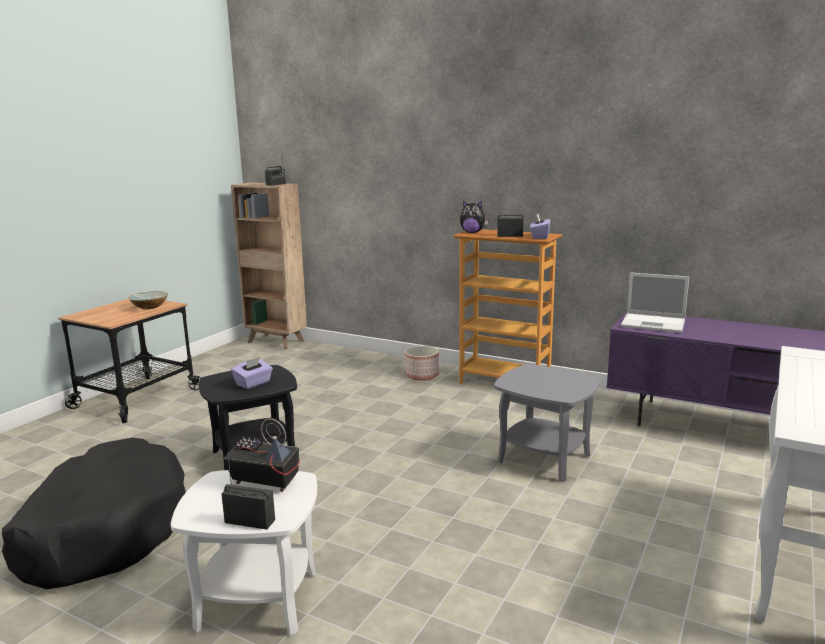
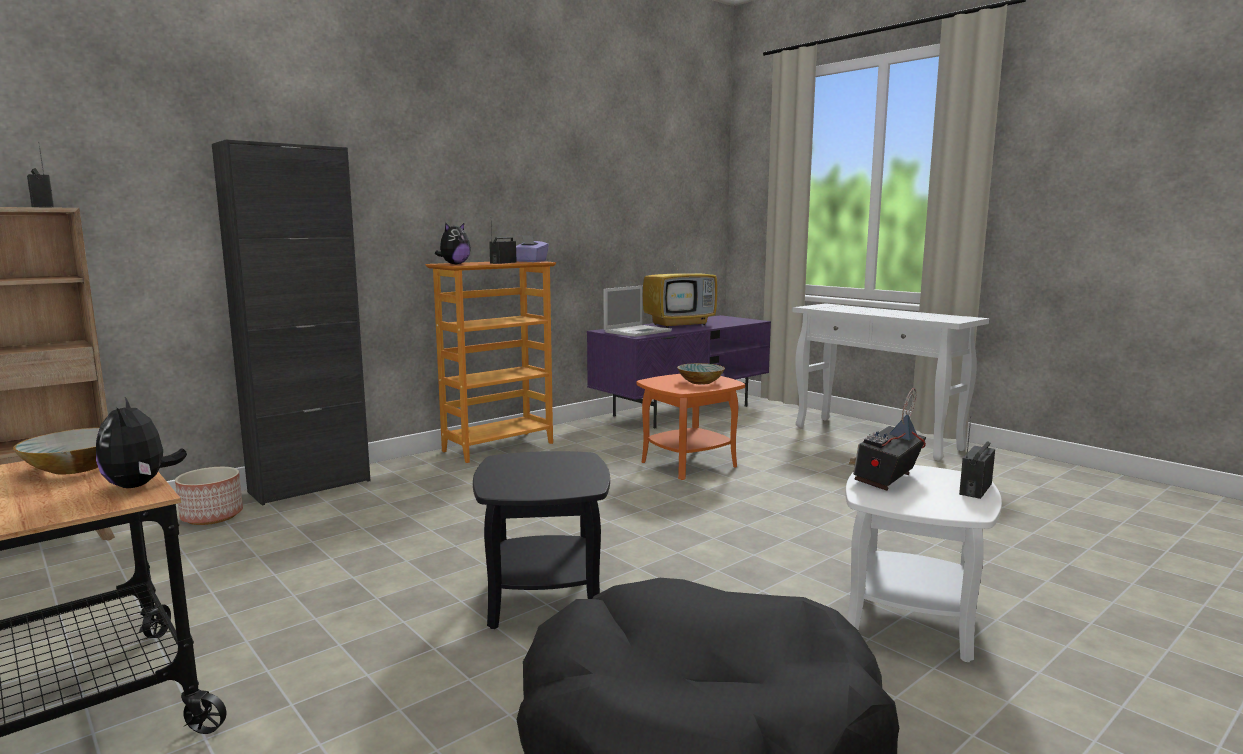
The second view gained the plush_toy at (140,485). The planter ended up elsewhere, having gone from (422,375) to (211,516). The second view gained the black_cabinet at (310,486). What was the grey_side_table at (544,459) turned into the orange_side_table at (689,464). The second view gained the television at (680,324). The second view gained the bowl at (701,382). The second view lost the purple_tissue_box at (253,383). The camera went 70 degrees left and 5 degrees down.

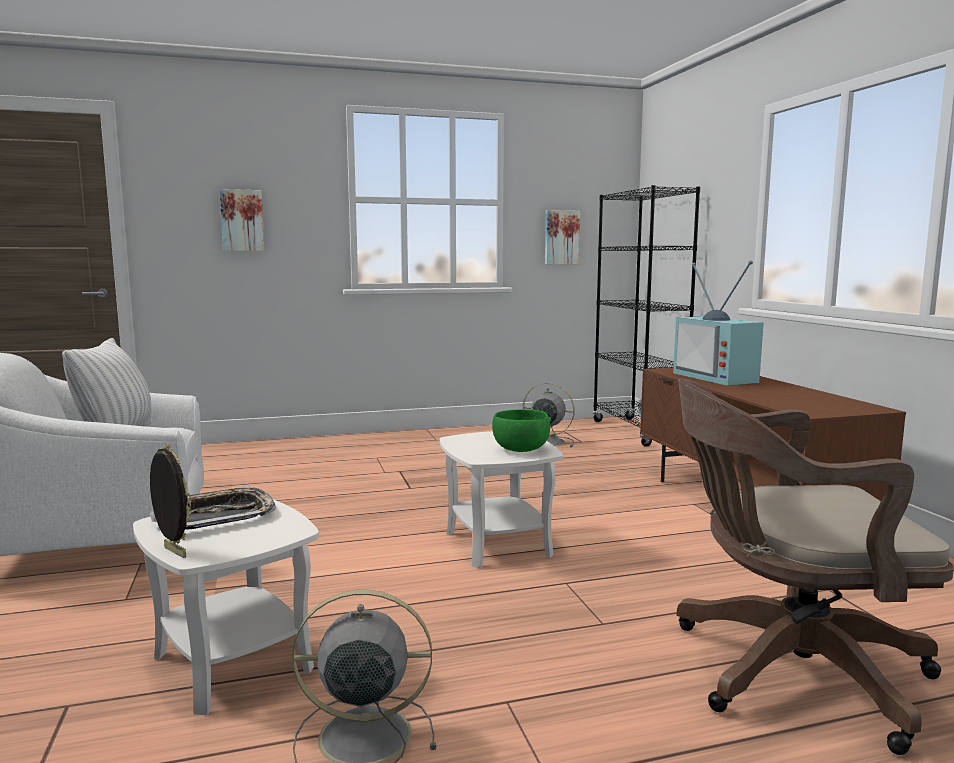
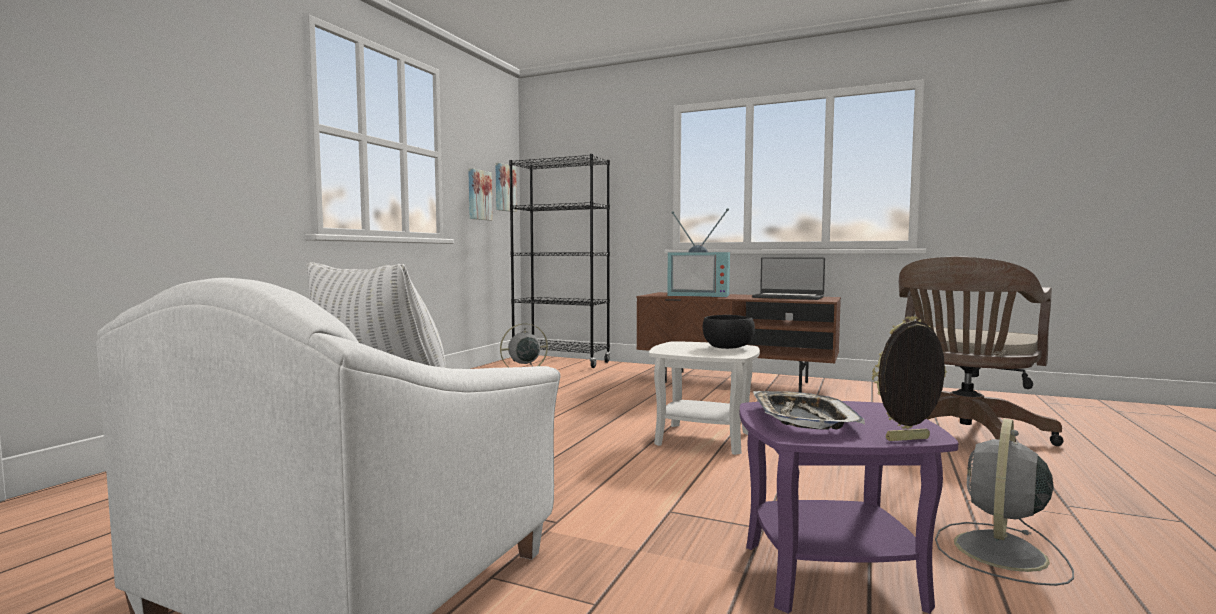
The picture ended up elsewhere, having gone from (242,220) to (504,188). What was the green_bowl at (521,450) turned into the black_bowl at (728,348). What was the white_side_table at (232,662) turned into the purple_side_table at (831,575). The second view gained the laptop at (788,297). The camera went 50 degrees left and 5 degrees down.

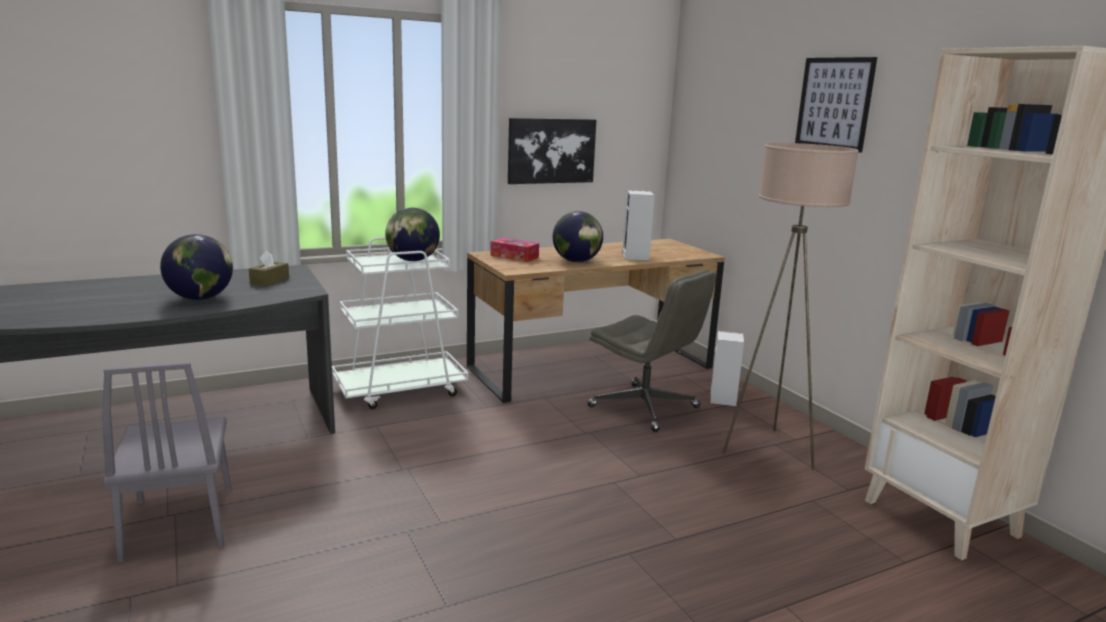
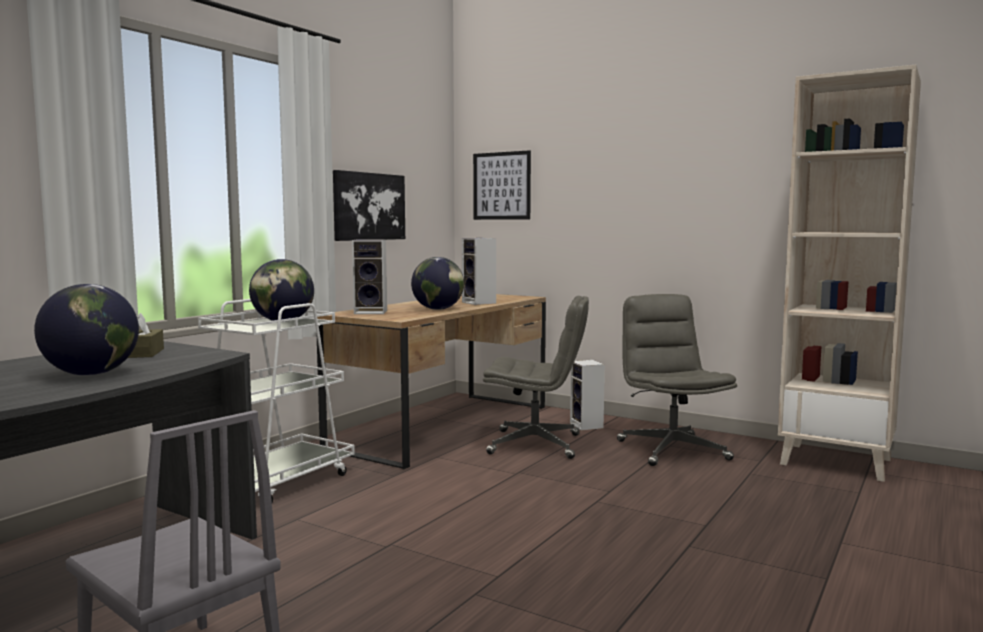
Where the tissue_box stood at (514,256), the speaker came to stand at (372,312). The picture ended up elsewhere, having gone from (834,103) to (501,186). Where the beige_floor_lamp stood at (769,449), the grey_office_chair came to stand at (671,450). The camera went 30 degrees left and 10 degrees down.

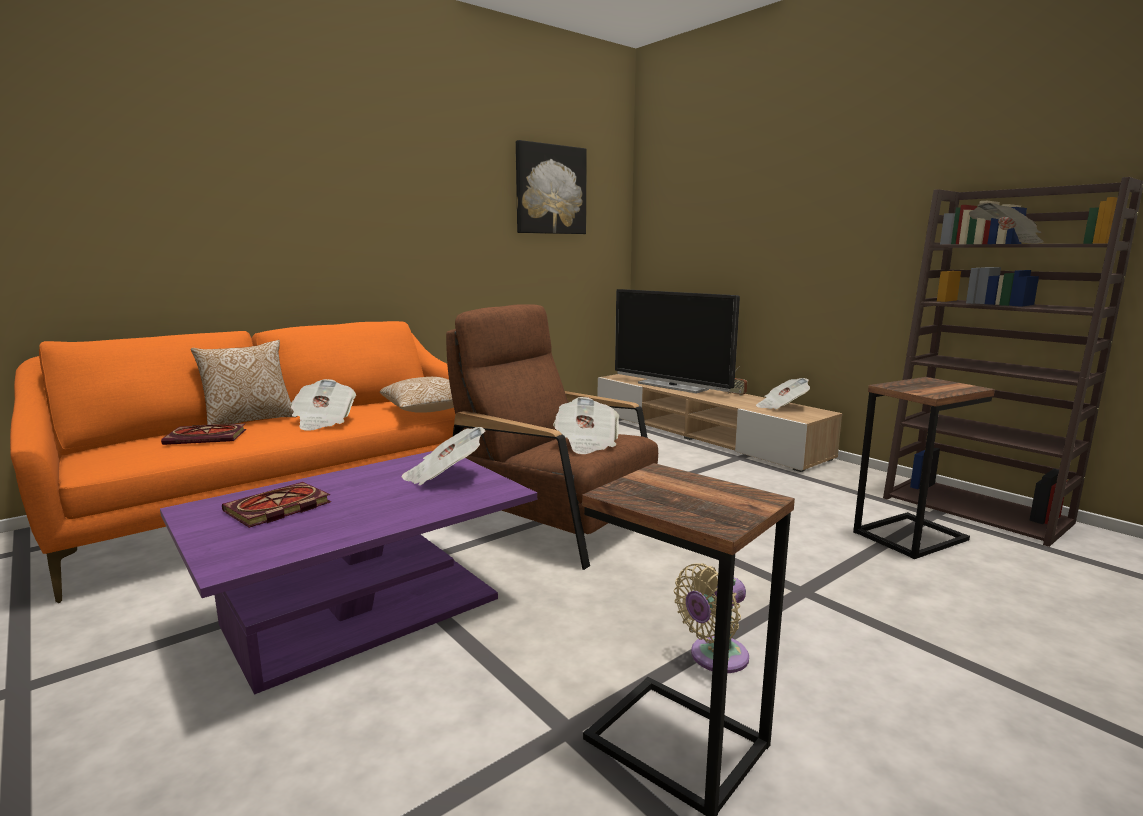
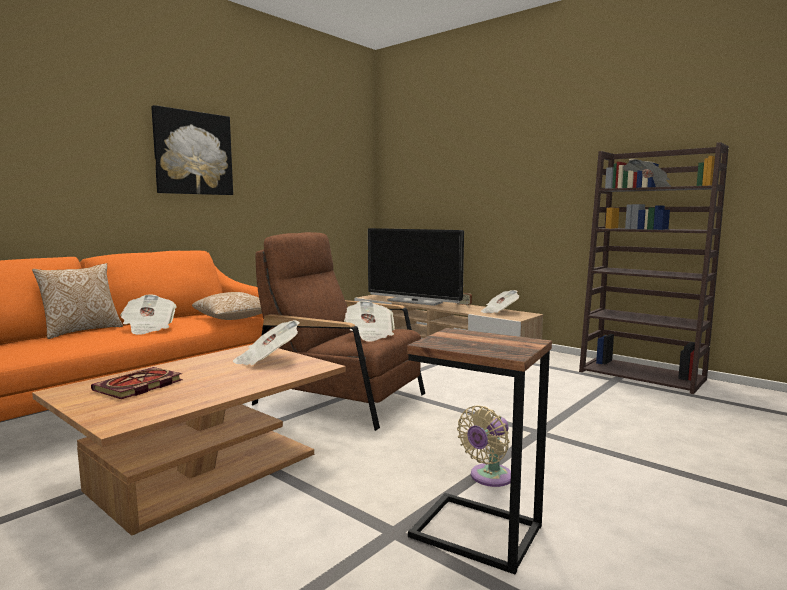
What was the purple_coffee_table at (364,611) turned into the brown_coffee_table at (206,471). The picture ended up elsewhere, having gone from (550,190) to (193,153). The second view lost the book at (208,437). The second view lost the side_table at (908,535). The camera went 10 degrees left and 5 degrees down.

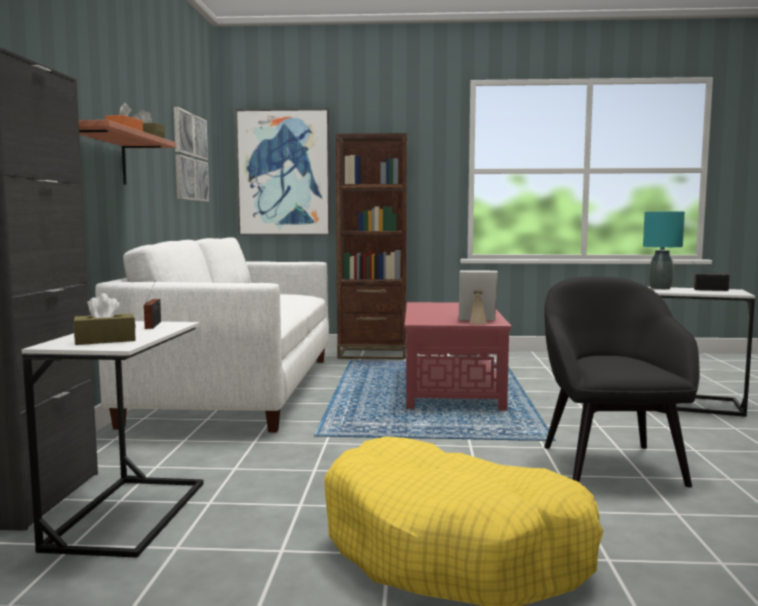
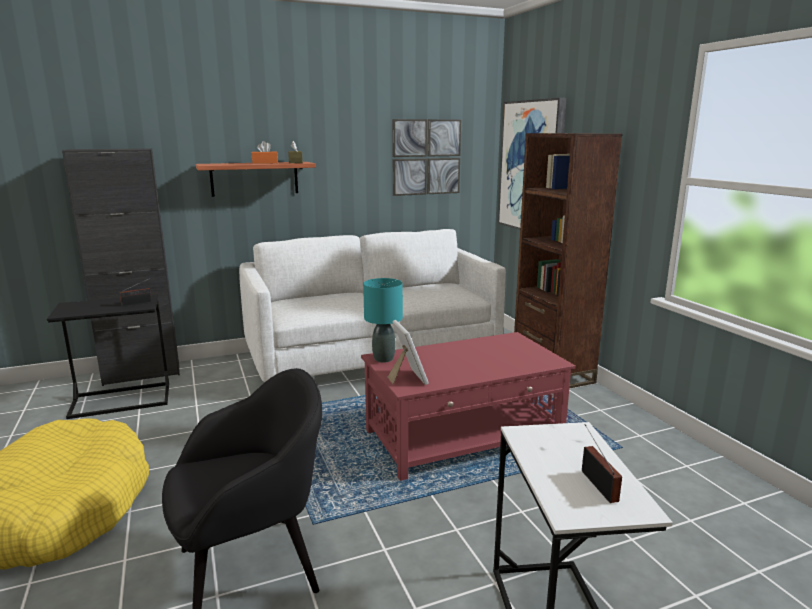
What was the white_side_table at (128,514) turned into the black_side_table at (121,400). The turquoise_table_lamp ended up elsewhere, having gone from (660,288) to (383,358). The second view lost the brown_tissue_box at (105,340). The camera went 65 degrees right and 10 degrees up.

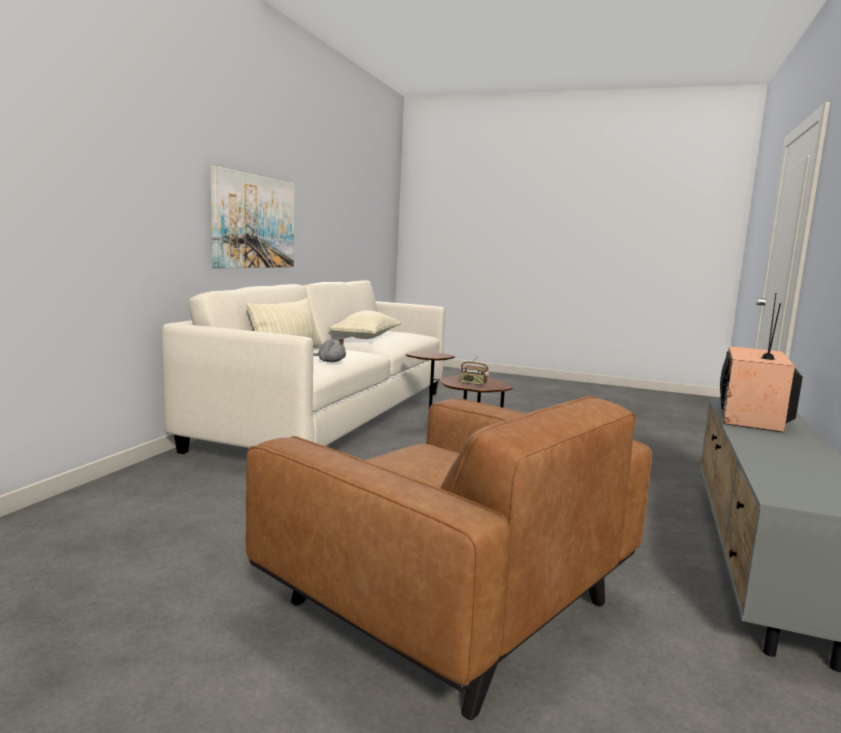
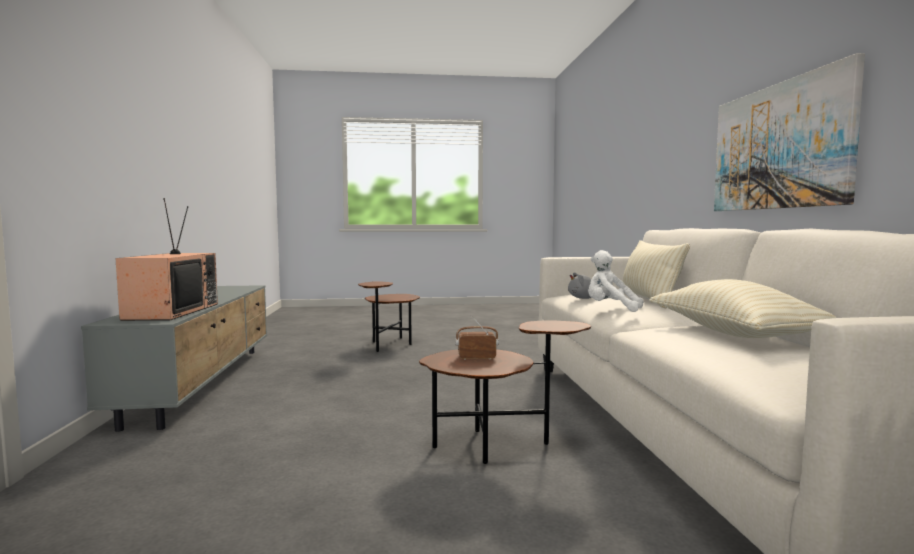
Where the brown_armchair stood at (449,602), the brown_side_table came to stand at (388,345). The second view gained the white_plush_toy at (610,309). The camera went 155 degrees right and 5 degrees down.

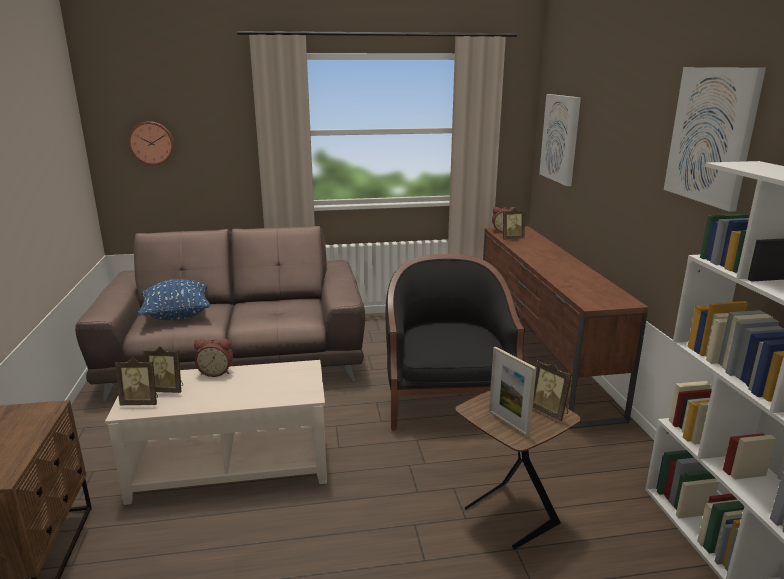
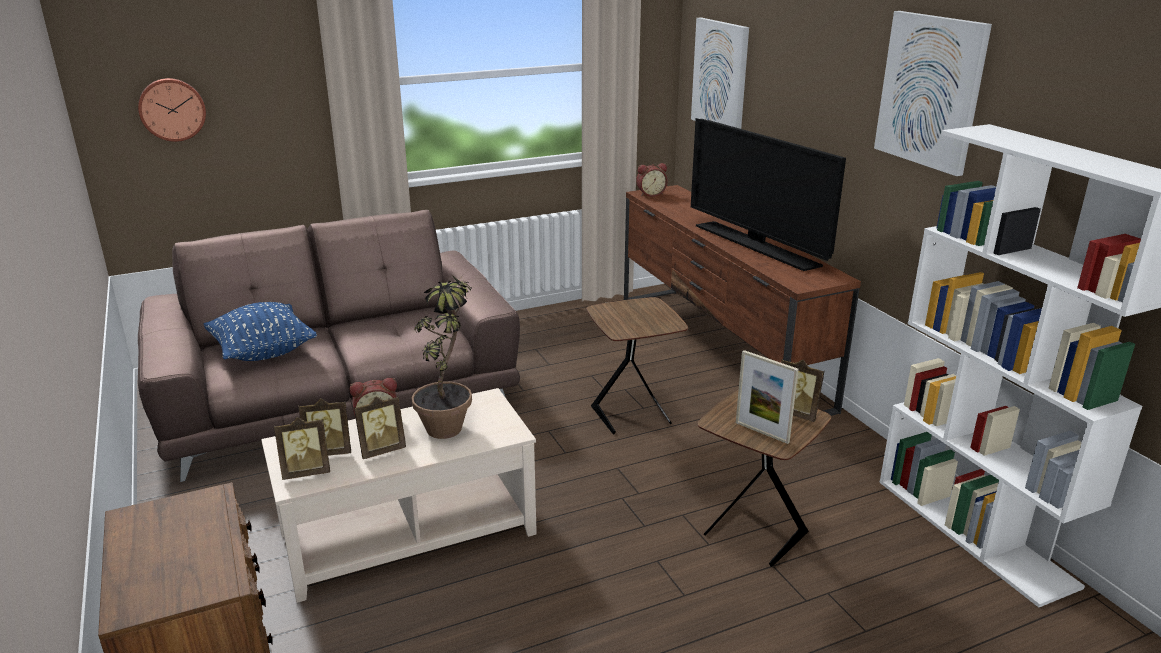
The picture_frame ended up elsewhere, having gone from (511,239) to (381,450). The second view gained the potted_plant at (450,422). Where the black_armchair stood at (448,400), the brown_side_table came to stand at (633,416). The second view gained the television at (757,246). The camera went 15 degrees left and 5 degrees up.

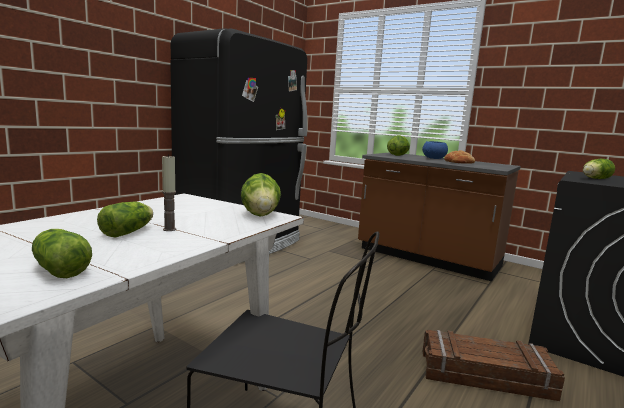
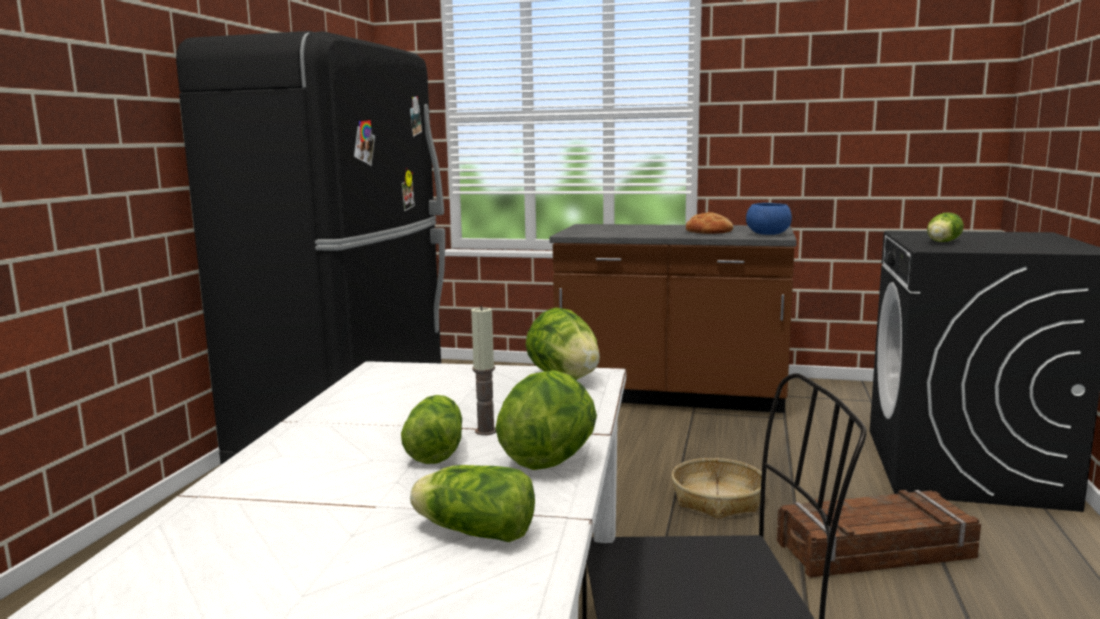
The lettuce ended up elsewhere, having gone from (398,155) to (549,460). The second view gained the basket at (718,499). The blue_bowl ended up elsewhere, having gone from (434,158) to (768,234). The camera went 20 degrees left and 0 degrees up.

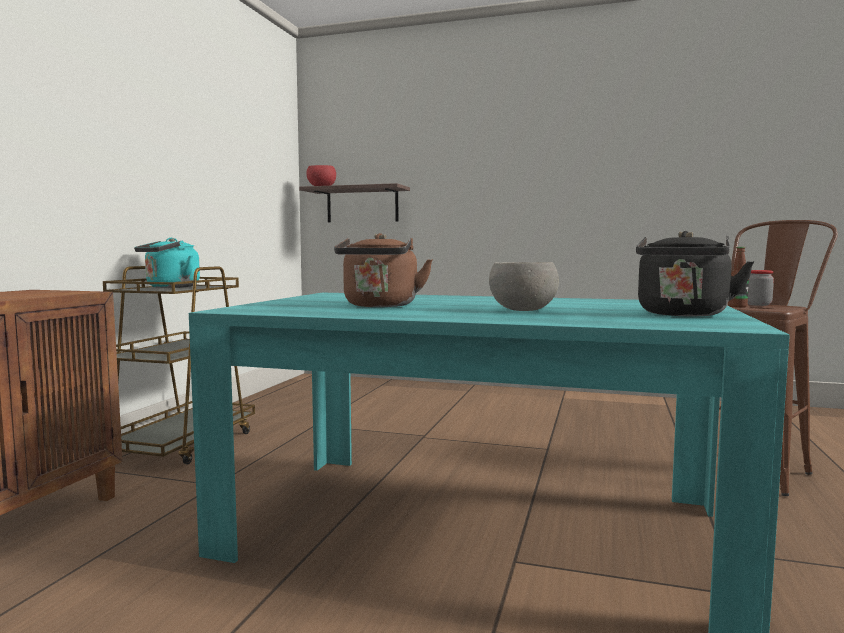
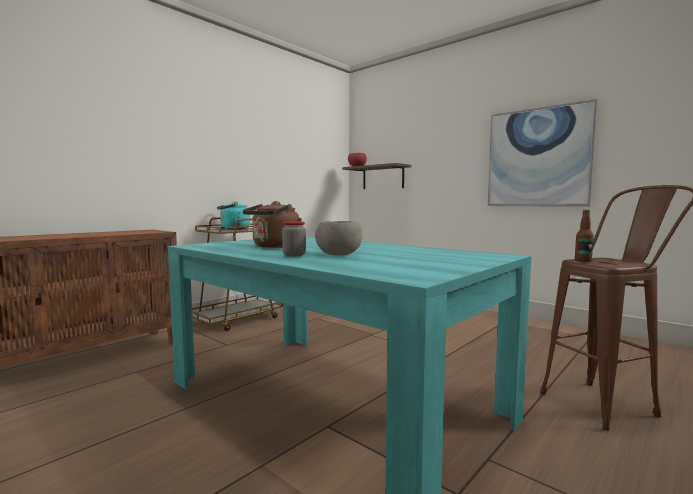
The jar ended up elsewhere, having gone from (758,304) to (294,255). The second view gained the picture at (538,157). The second view lost the black_kettle at (682,314). The camera went 25 degrees right and 0 degrees up.

